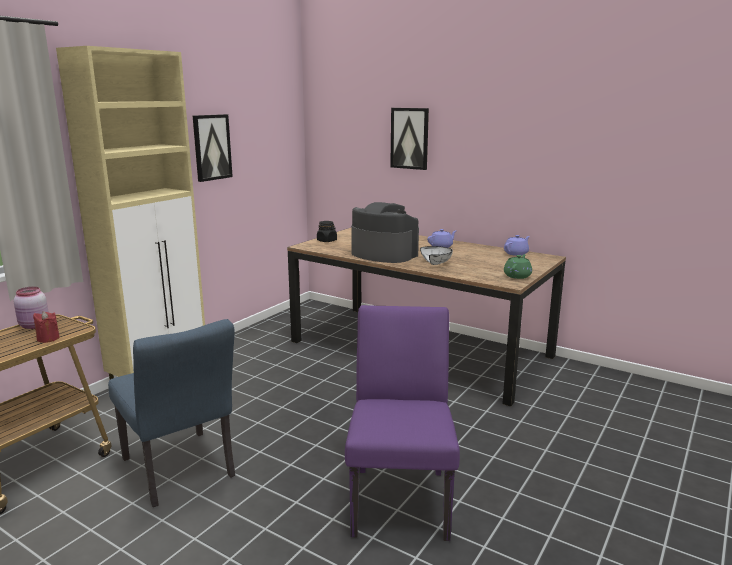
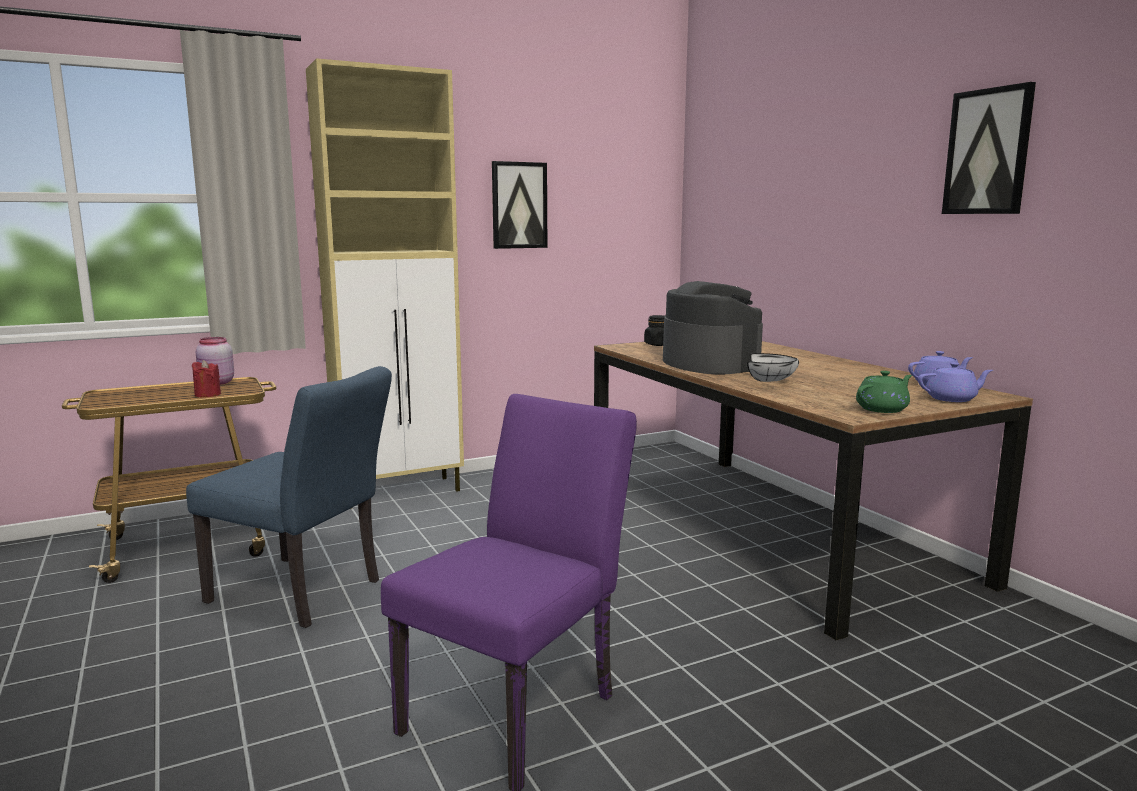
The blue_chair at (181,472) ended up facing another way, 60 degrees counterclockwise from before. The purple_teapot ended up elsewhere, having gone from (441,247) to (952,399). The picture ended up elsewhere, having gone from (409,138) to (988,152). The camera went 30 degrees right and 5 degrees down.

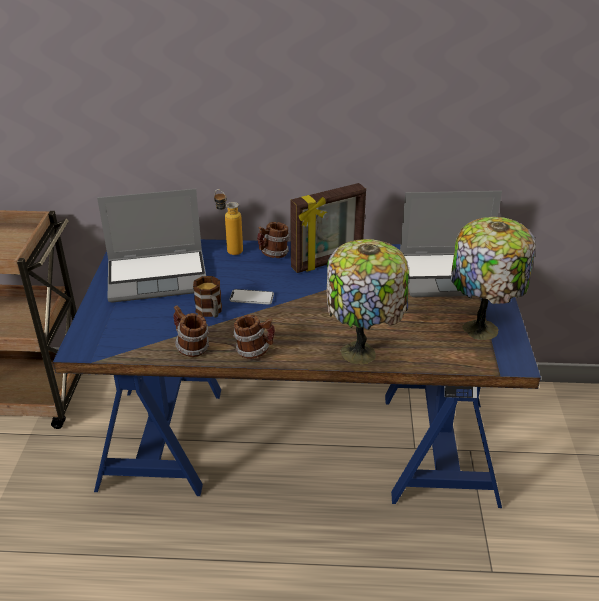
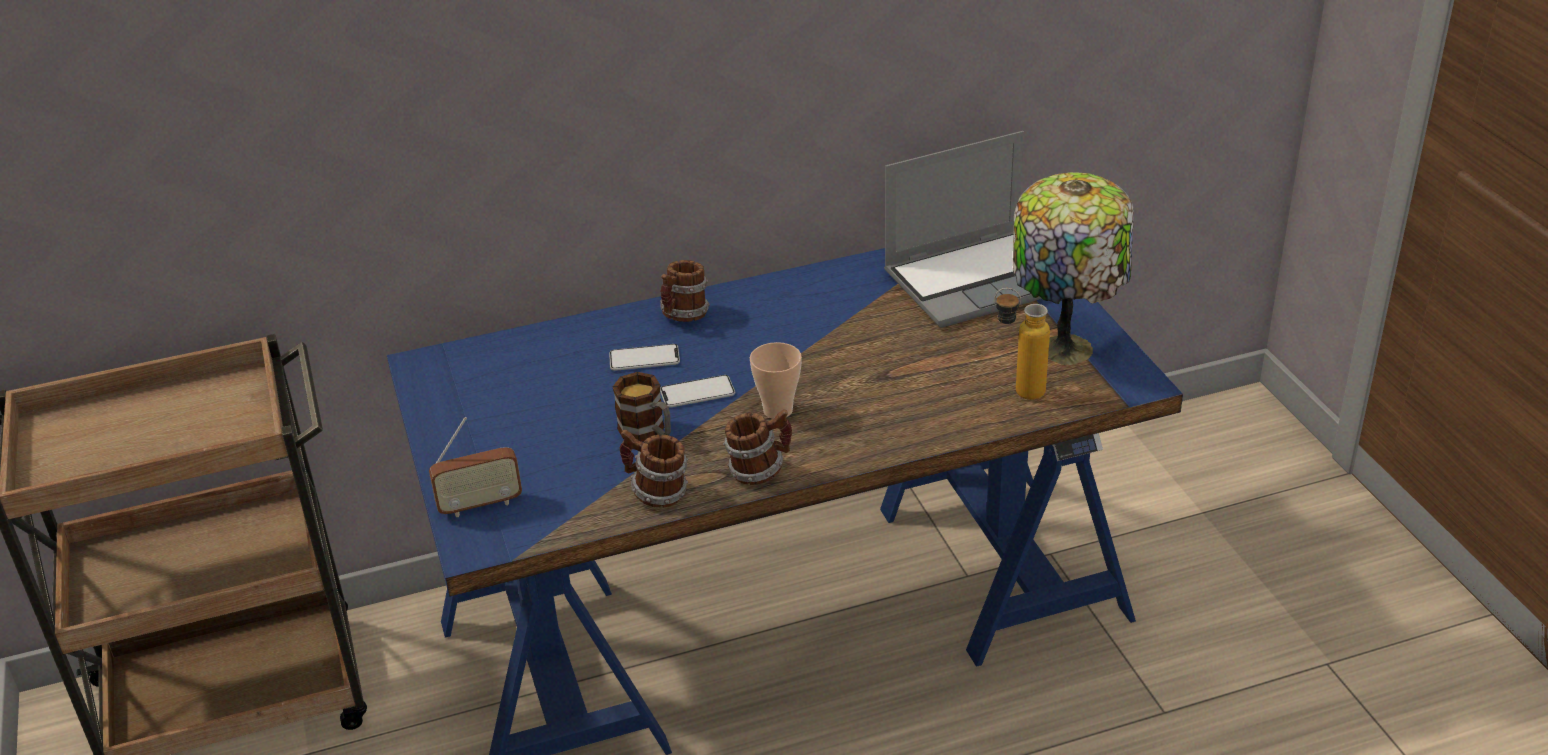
The second view gained the radio at (480,505). The second view gained the phone at (644,359). The second view gained the cup at (778,410). The bottle ended up elsewhere, having gone from (229,249) to (1017,391). The second view lost the laptop at (159,276). The second view lost the picture_frame at (327,262). The second view lost the table_lamp at (361,353). The camera went 20 degrees left and 0 degrees up.

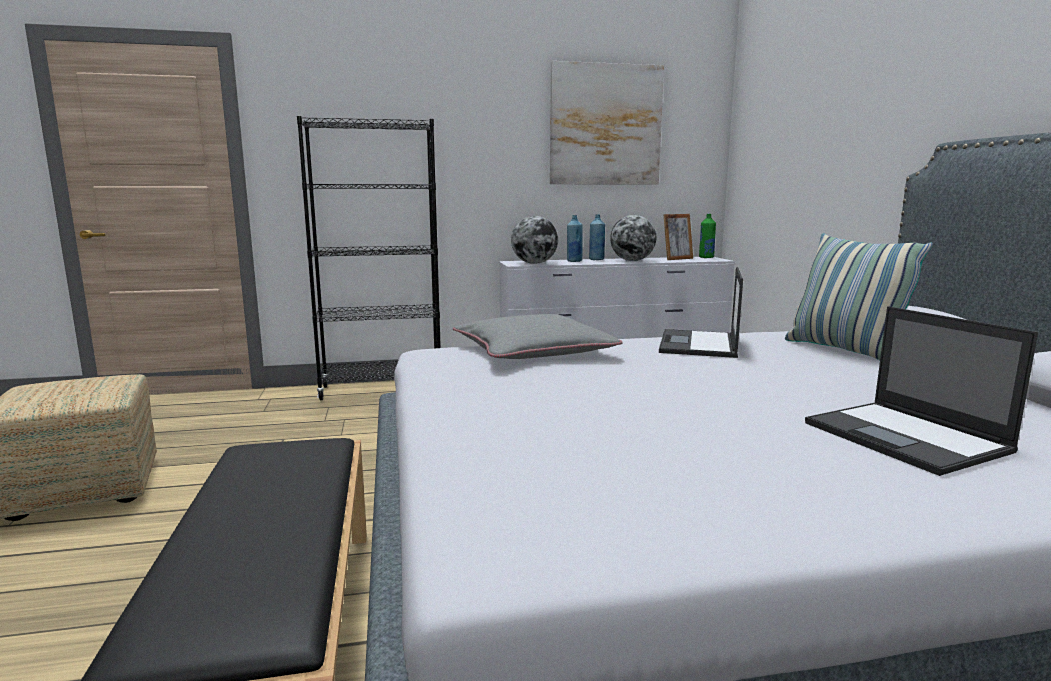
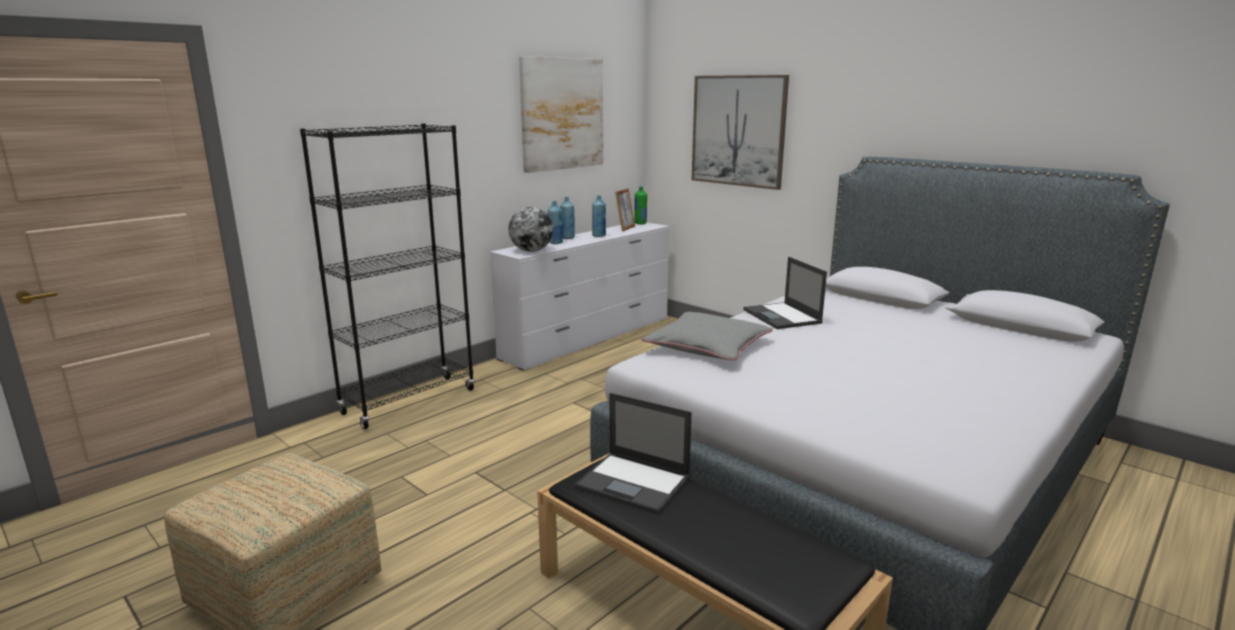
The laptop ended up elsewhere, having gone from (907,438) to (634,483). Where the globe stood at (632,261), the blue_bottle came to stand at (599,236). The second view gained the picture at (738,131). The second view lost the pillow at (843,350). The camera went 35 degrees left and 5 degrees up.

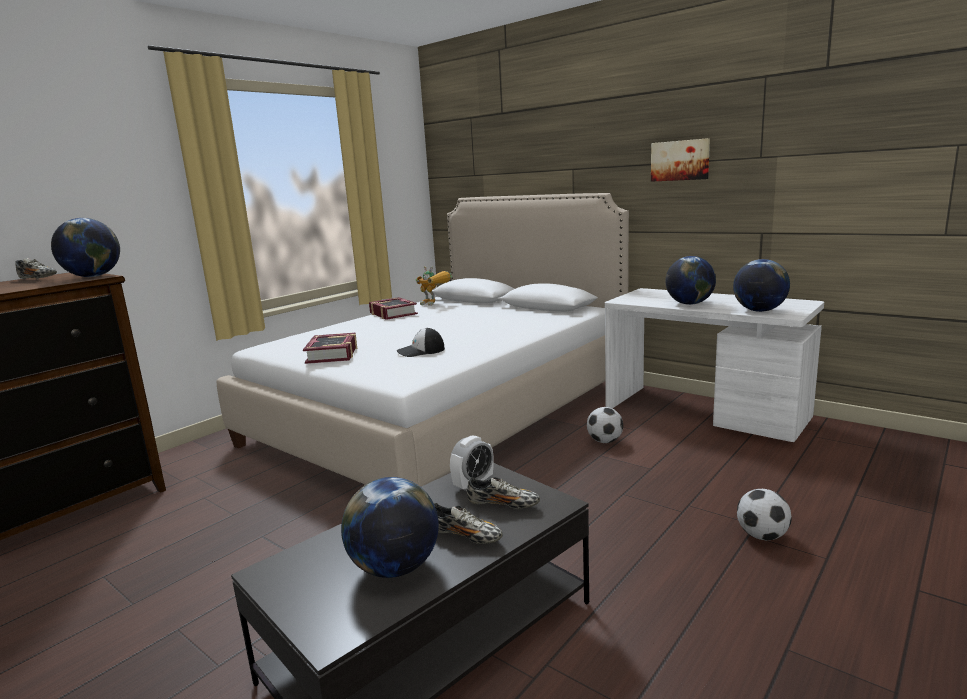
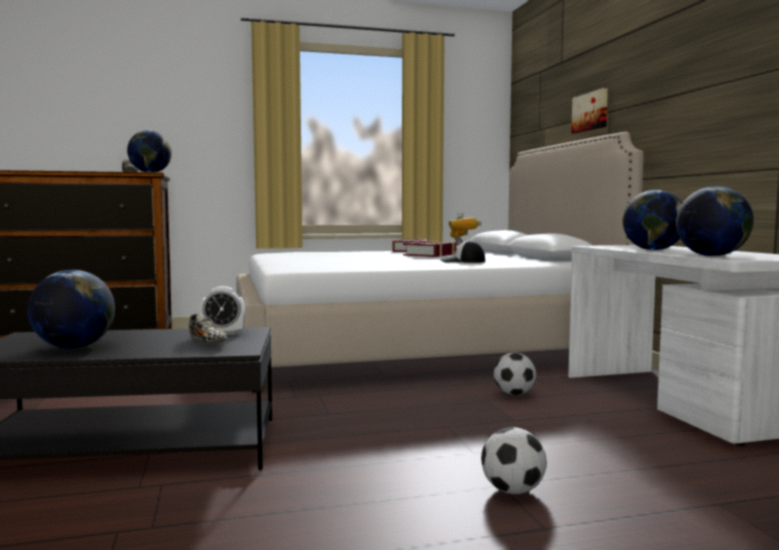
The book ended up elsewhere, having gone from (332,354) to (430,255). The cap ended up elsewhere, having gone from (420,351) to (462,261). The picture ended up elsewhere, having gone from (680,160) to (591,112). The second view lost the shoe at (466,536). The camera went 35 degrees right and 10 degrees down.

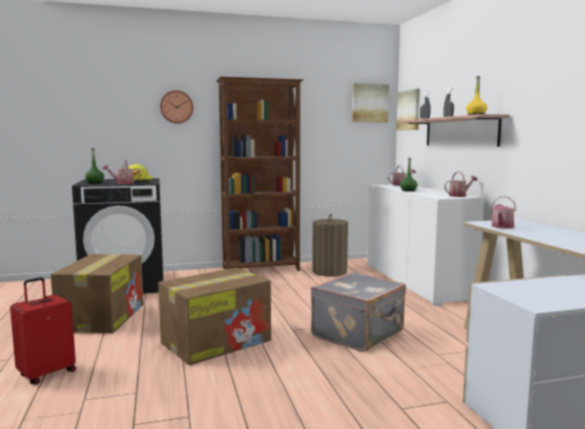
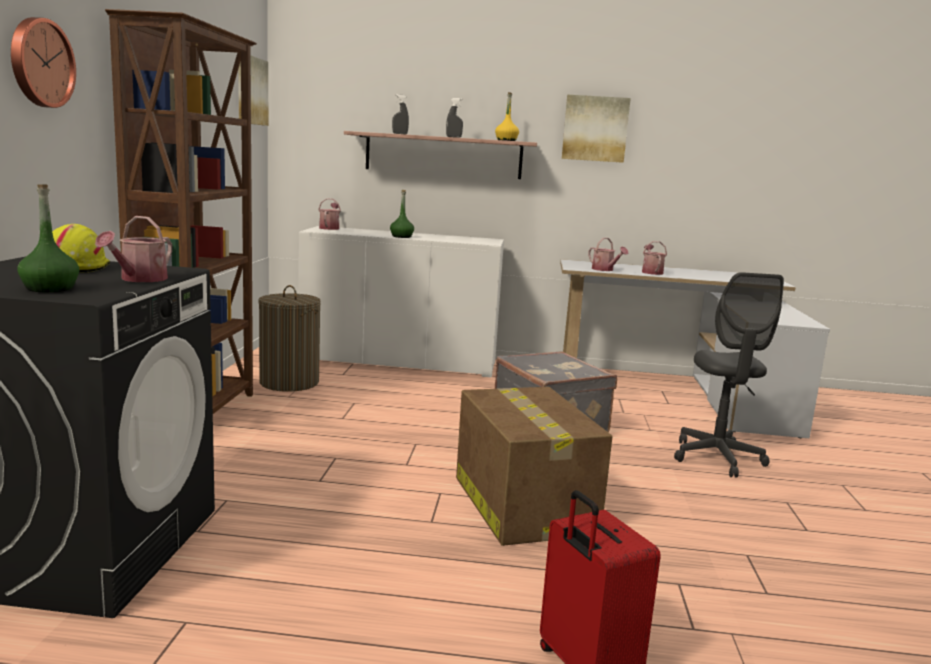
The picture ended up elsewhere, having gone from (409,110) to (595,129). The watering_can ended up elsewhere, having gone from (459,195) to (651,272). The second view gained the grey_office_chair at (717,458). The second view lost the cardboard_box at (103,317). The camera went 70 degrees left and 5 degrees up.

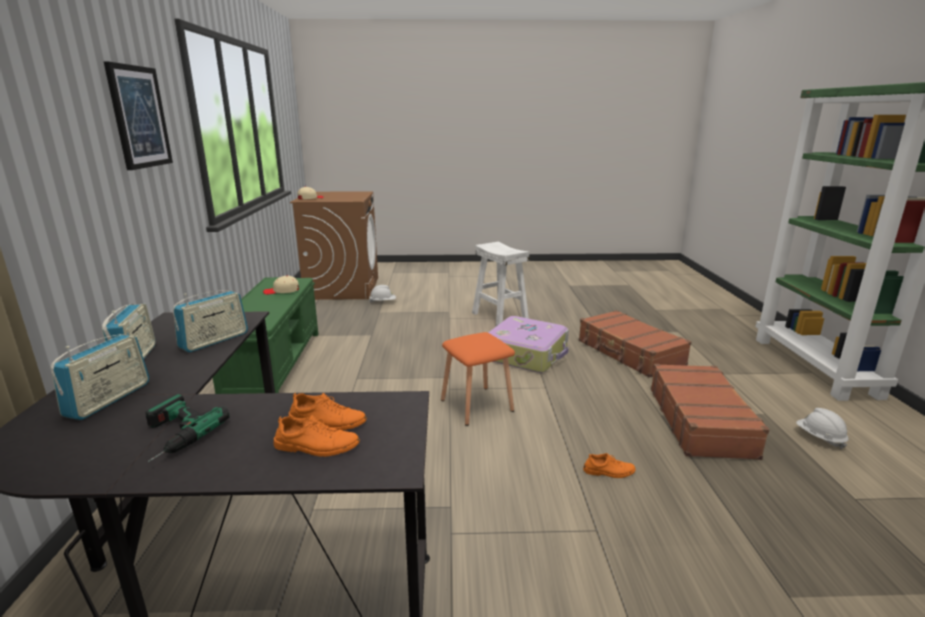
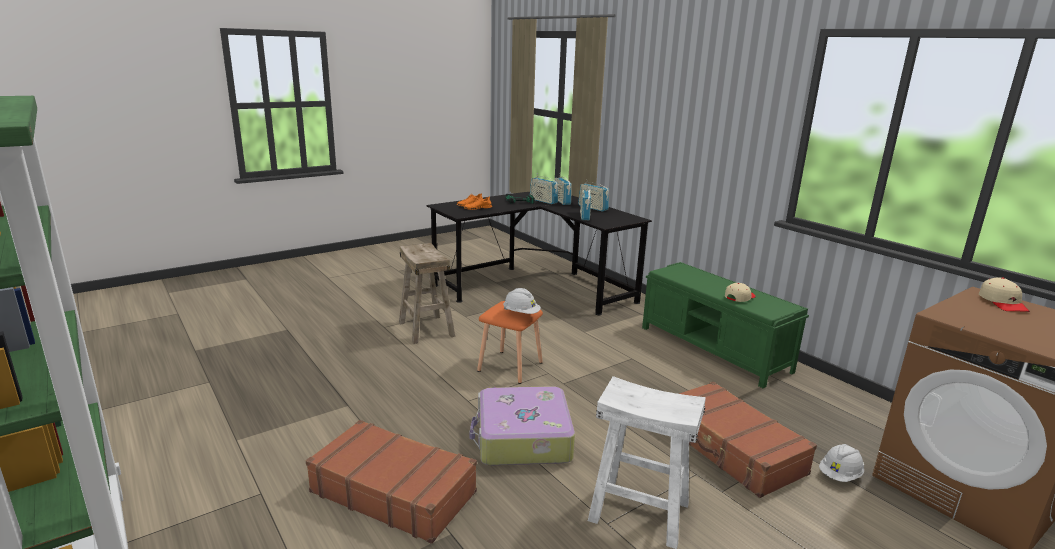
The second view gained the beige_stool at (425,329). The white_hard_hat ended up elsewhere, having gone from (819,438) to (521,313). The second view gained the radio at (543,201). The brown_suitcase ended up elsewhere, having gone from (701,421) to (731,449). The second view lost the picture at (139,117). The second view lost the orange_shoe at (609,471). The camera went 145 degrees right and 0 degrees up.

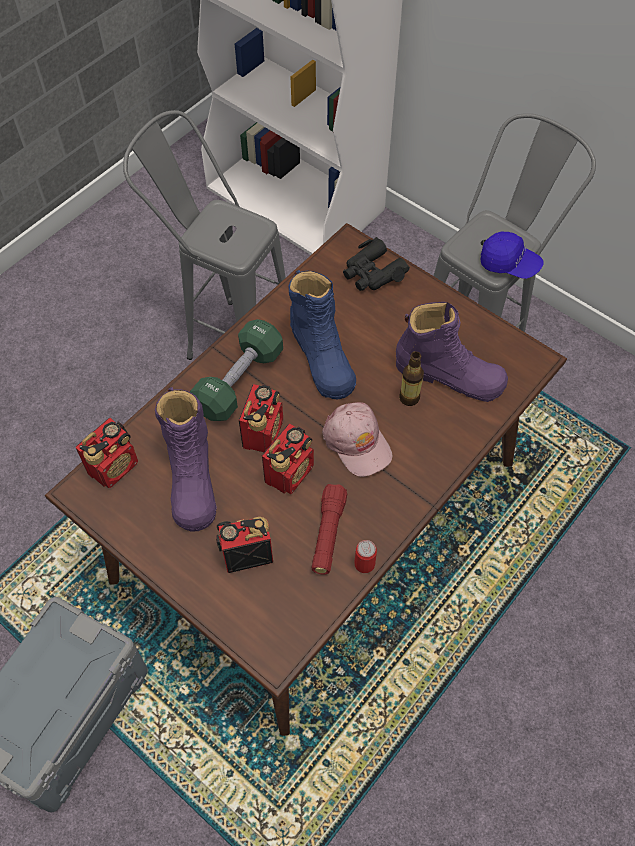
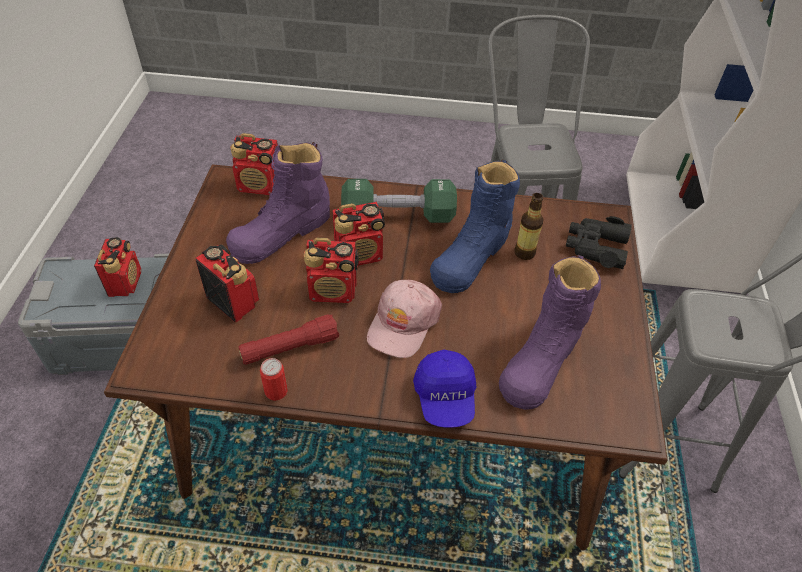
The second view gained the radio at (125,282). The blue_cap ended up elsewhere, having gone from (509,264) to (445,397). The purple_boot at (449,375) ended up facing another way, 45 degrees clockwise from before. The bottle ended up elsewhere, having gone from (409,398) to (524,253). The camera went 55 degrees right and 10 degrees down.

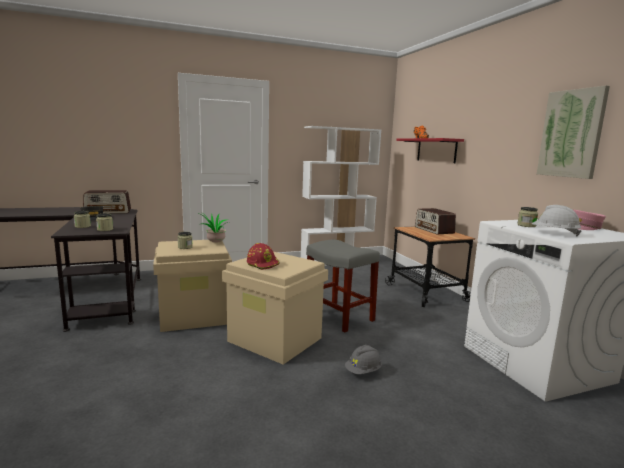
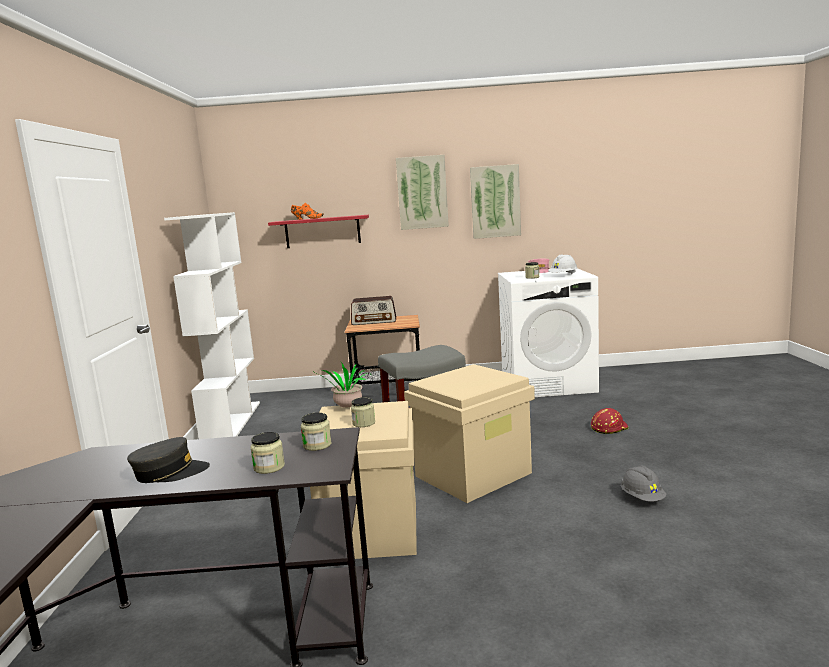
The second view gained the picture at (422,192). The red_hard_hat ended up elsewhere, having gone from (263,264) to (608,428). The grey_hard_hat ended up elsewhere, having gone from (363,371) to (642,498). The second view lost the radio at (108,212). The camera went 70 degrees left and 0 degrees up.

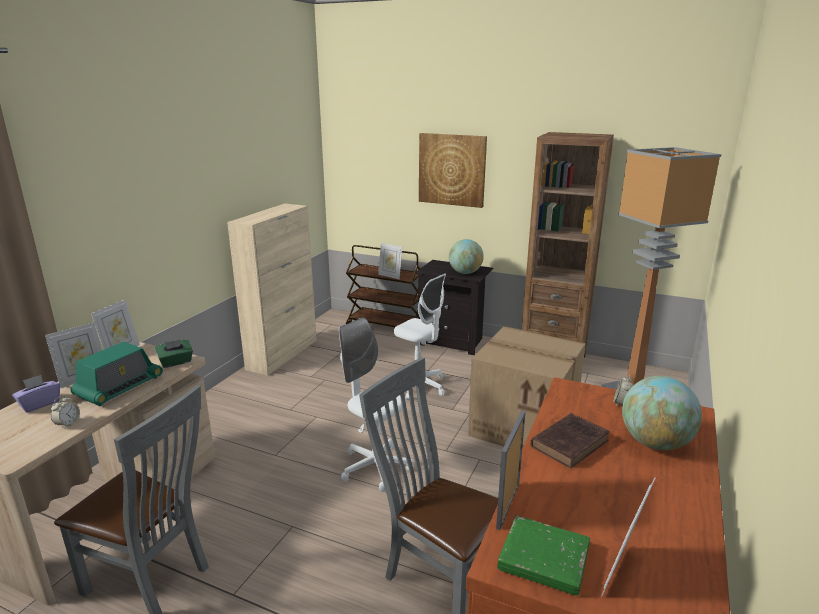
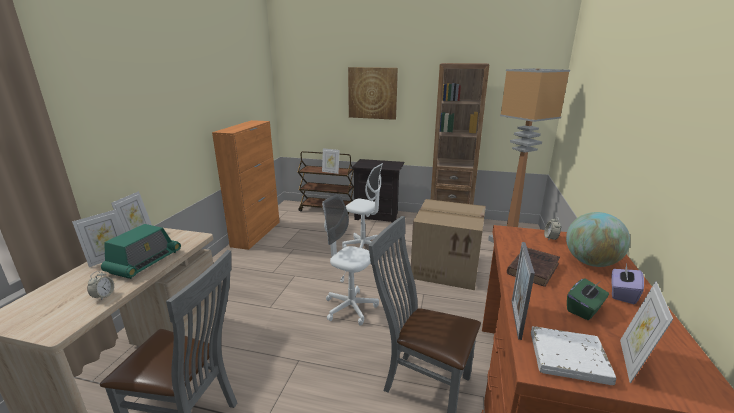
What was the beige_cabinet at (283,354) turned into the orange_cabinet at (256,233). What was the green_book at (543,559) turned into the white_book at (568,358). The green_tissue_box ended up elsewhere, having gone from (176,362) to (584,309). The purple_tissue_box ended up elsewhere, having gone from (40,404) to (622,294). The second view lost the globe at (465,273). The camera went 10 degrees left and 0 degrees up.

